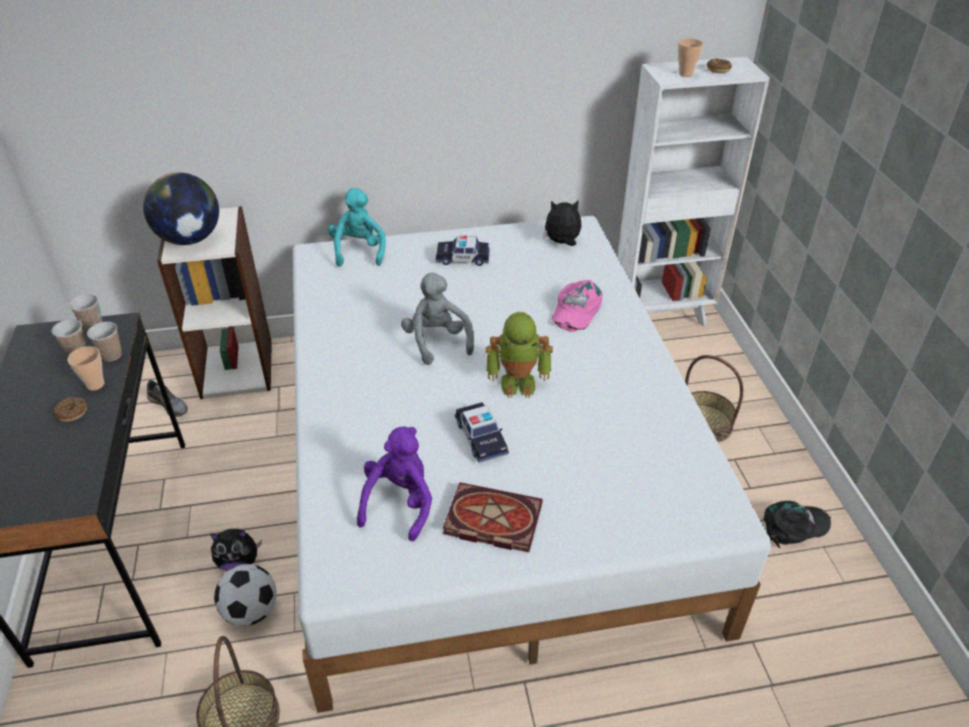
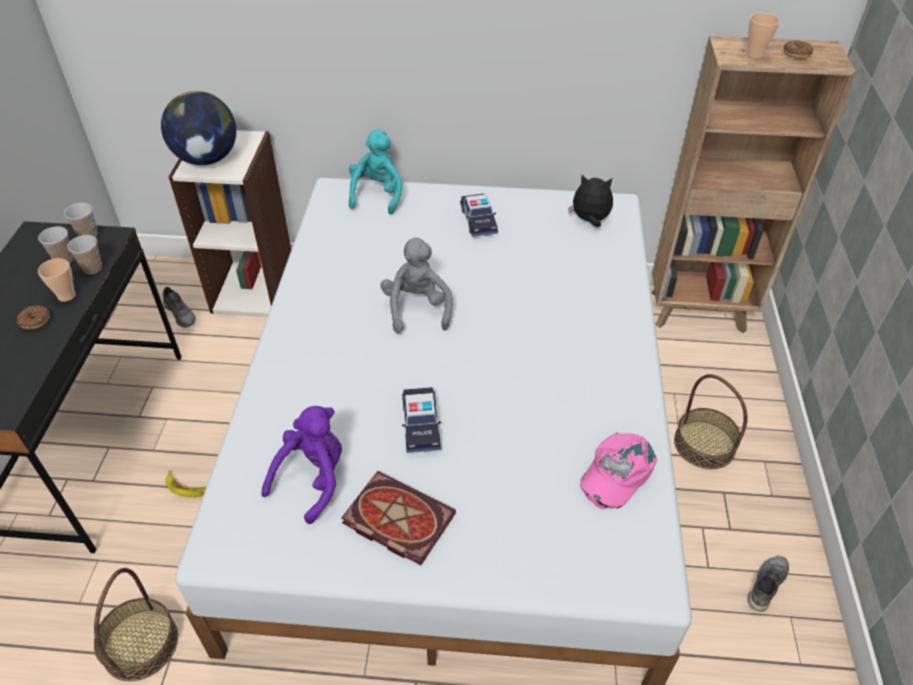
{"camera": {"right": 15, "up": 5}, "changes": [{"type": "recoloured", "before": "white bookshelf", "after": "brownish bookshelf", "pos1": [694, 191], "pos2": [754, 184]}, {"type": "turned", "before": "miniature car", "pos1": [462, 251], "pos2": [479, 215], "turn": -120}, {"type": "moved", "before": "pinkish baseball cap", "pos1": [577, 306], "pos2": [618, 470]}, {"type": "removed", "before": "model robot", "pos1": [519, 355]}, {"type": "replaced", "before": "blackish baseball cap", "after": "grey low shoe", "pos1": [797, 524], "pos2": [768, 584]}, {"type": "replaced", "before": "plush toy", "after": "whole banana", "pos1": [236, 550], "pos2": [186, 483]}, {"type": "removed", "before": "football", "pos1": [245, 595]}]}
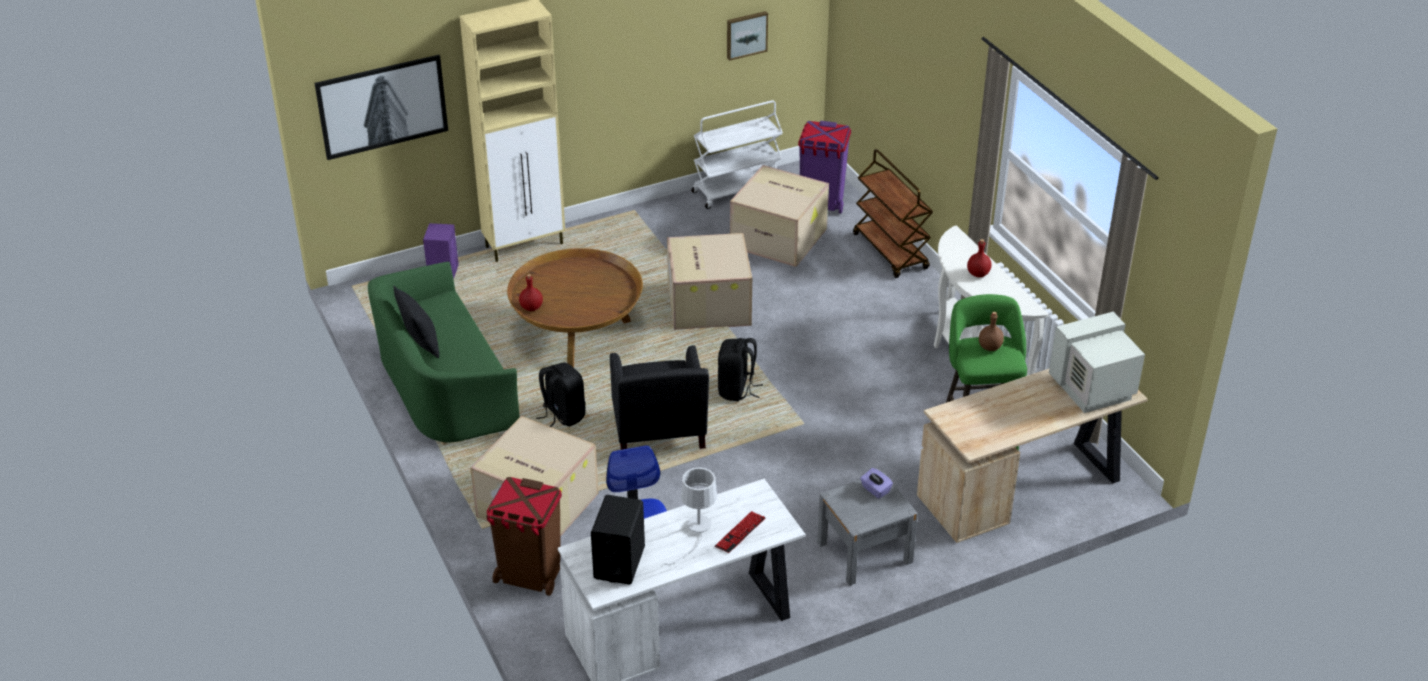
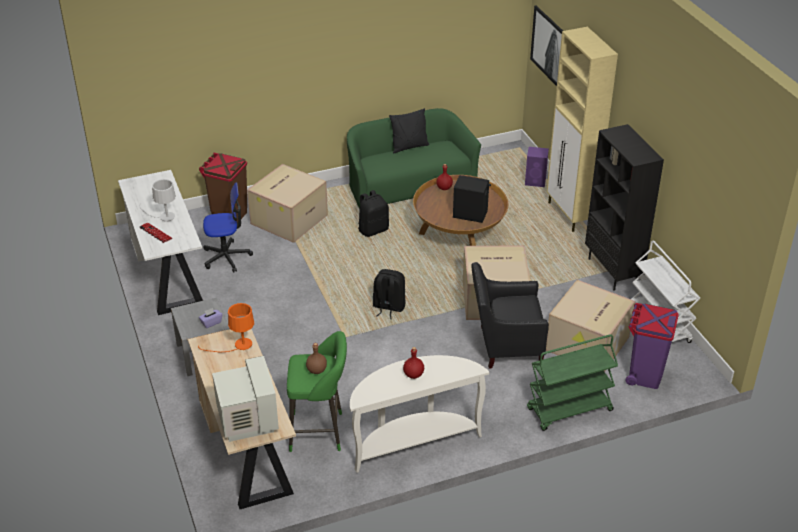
{"camera": {"right": 95, "up": 0}, "changes": [{"type": "removed", "before": "wall art", "pos1": [747, 36]}, {"type": "recoloured", "before": "brownish trolley", "after": "green trolley", "pos1": [893, 213], "pos2": [572, 382]}, {"type": "moved", "before": "blackish easy chair", "pos1": [659, 397], "pos2": [510, 315]}, {"type": "moved", "before": "blackish loudspeaker", "pos1": [618, 540], "pos2": [472, 199]}, {"type": "added", "after": "blackish bookshelf", "pos2": [624, 207]}, {"type": "added", "after": "orange-coloured table lamp", "pos2": [226, 327]}]}
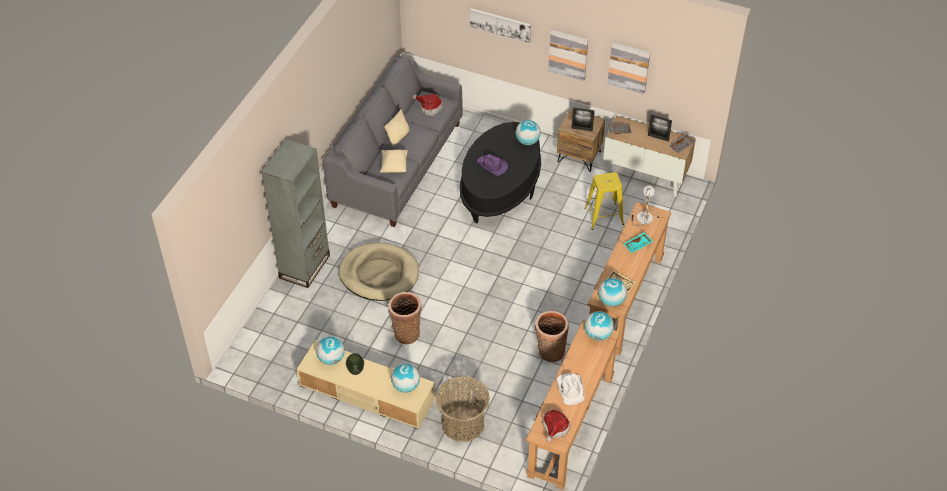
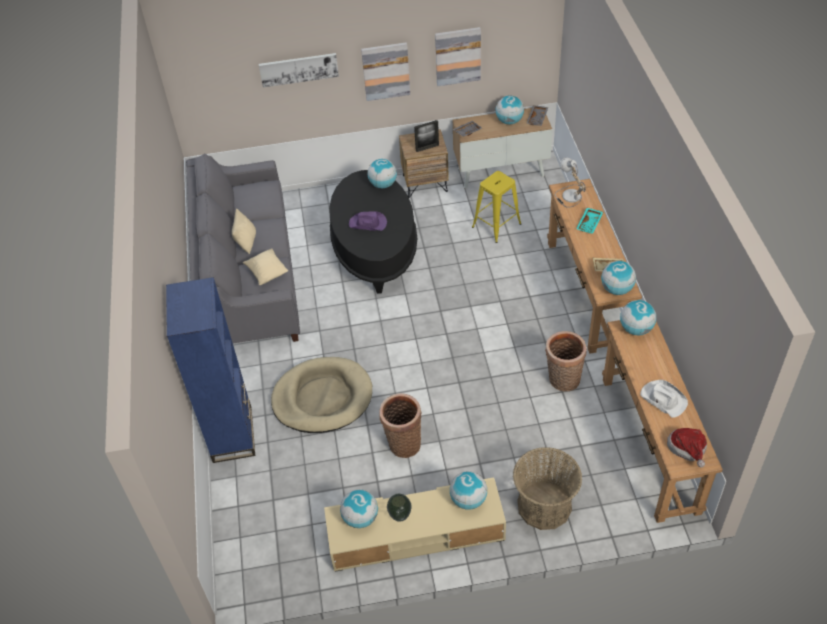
{"camera": {"right": -30, "up": 0}, "changes": [{"type": "removed", "before": "hat", "pos1": [427, 105]}, {"type": "replaced", "before": "photo frame", "after": "desk globe", "pos1": [660, 128], "pos2": [510, 109]}, {"type": "recoloured", "before": "grey bookshelf", "after": "blue-coloured bookshelf", "pos1": [295, 213], "pos2": [210, 370]}]}
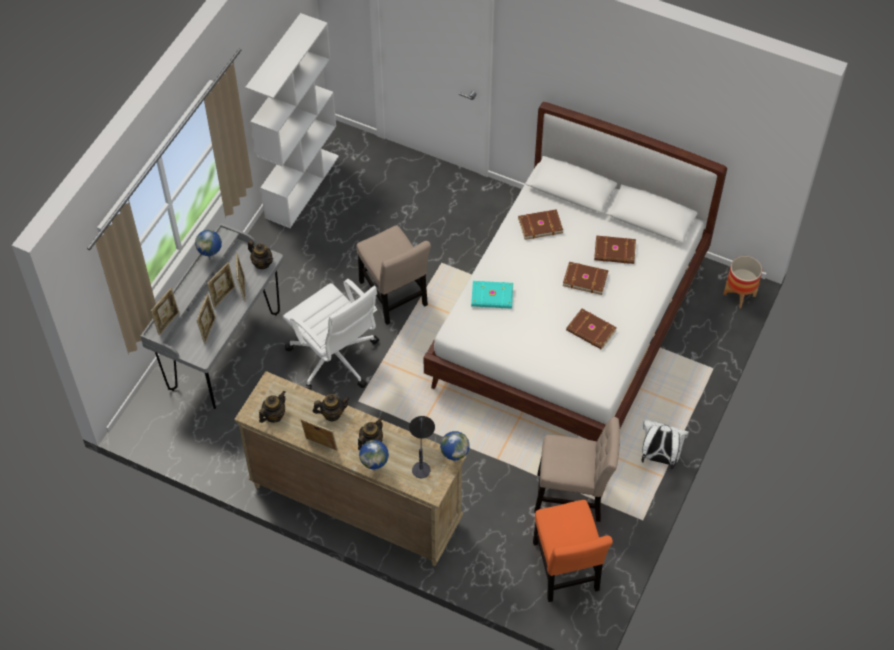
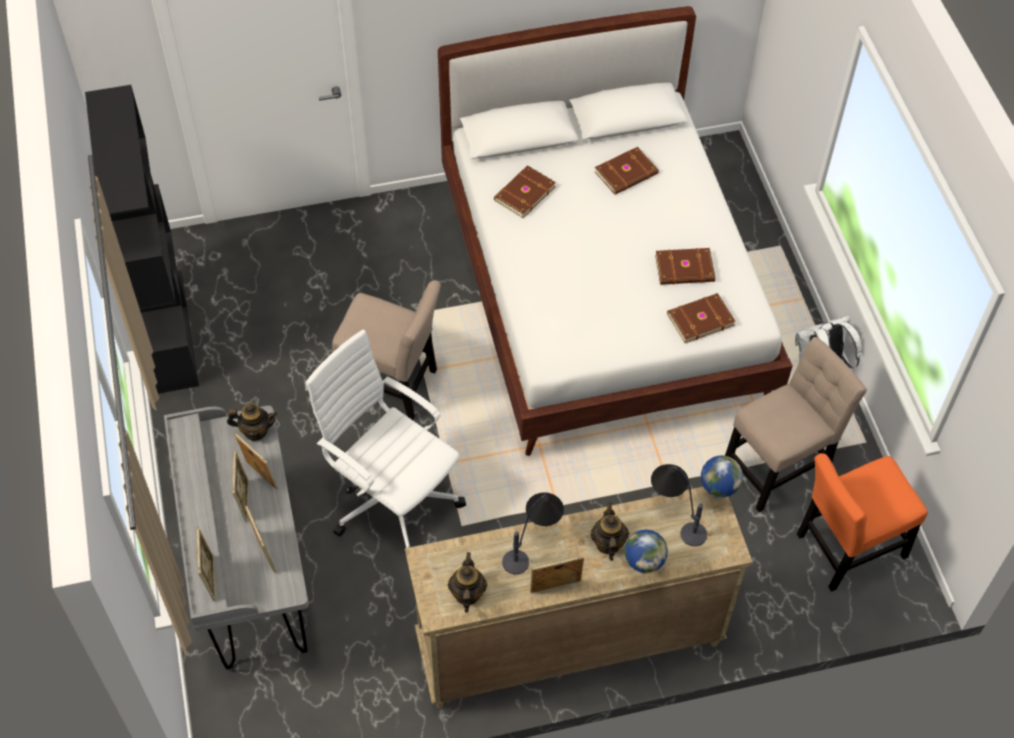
{"camera": {"right": -40, "up": 0}, "changes": [{"type": "recoloured", "before": "white bookshelf", "after": "blackish bookshelf", "pos1": [292, 120], "pos2": [142, 239]}, {"type": "removed", "before": "desk globe", "pos1": [208, 245]}, {"type": "removed", "before": "plant pot", "pos1": [742, 282]}, {"type": "moved", "before": "brownish volume", "pos1": [585, 278], "pos2": [701, 318]}, {"type": "turned", "before": "white office chair", "pos1": [331, 334], "pos2": [385, 442], "turn": -150}, {"type": "removed", "before": "turquoise volume", "pos1": [492, 295]}, {"type": "replaced", "before": "teapot", "after": "table lamp", "pos1": [331, 407], "pos2": [533, 533]}, {"type": "turned", "before": "orange-coloured plain chair", "pos1": [573, 551], "pos2": [862, 522], "turn": 120}]}
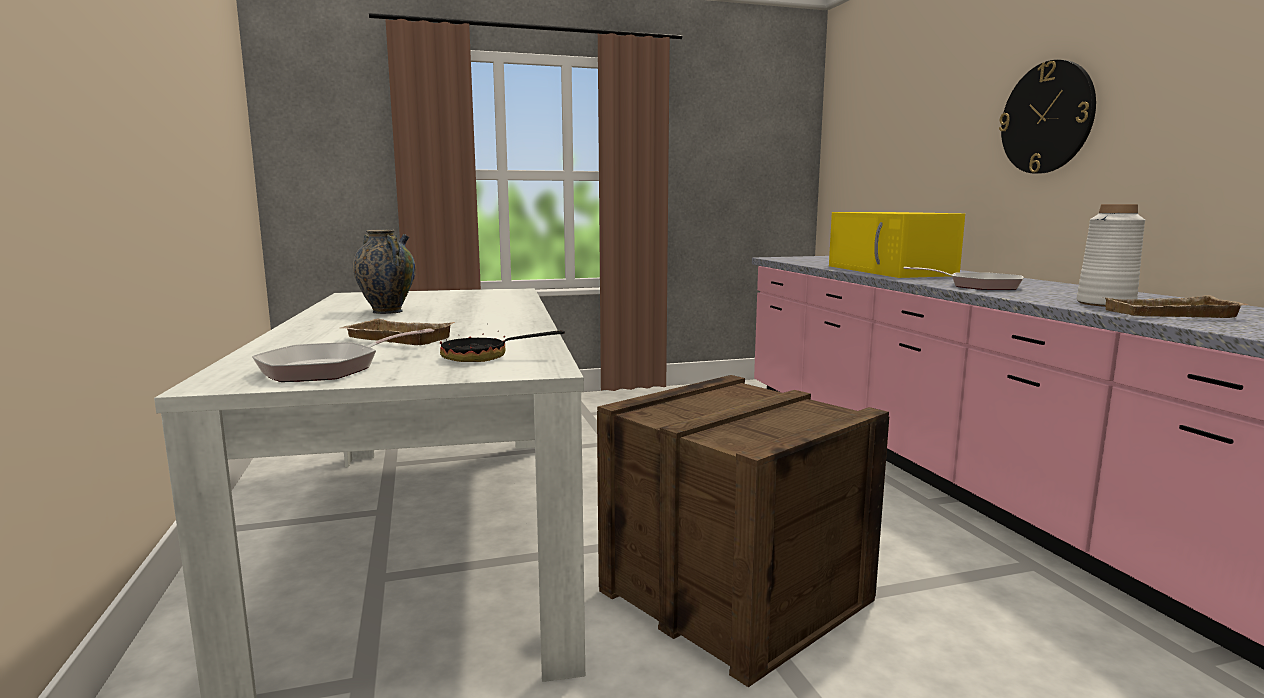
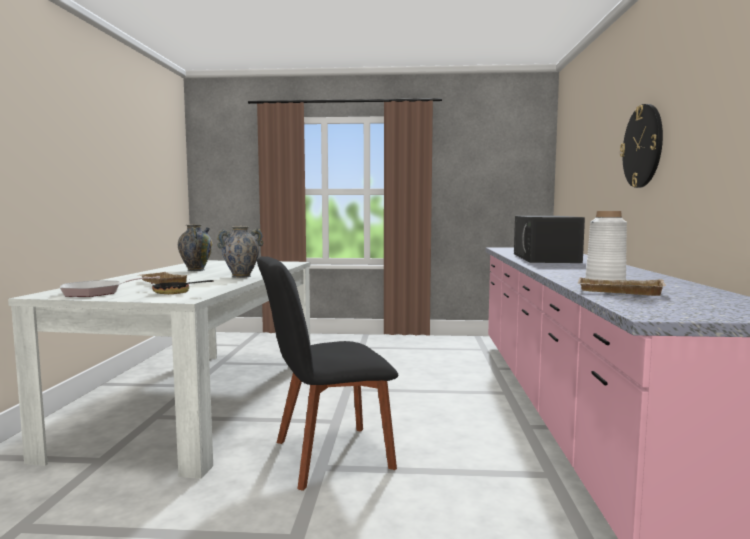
{"camera": {"right": 20, "up": -5}, "changes": [{"type": "recoloured", "before": "yellowish kitchen microwave", "after": "blackish kitchen microwave", "pos1": [897, 245], "pos2": [549, 239]}, {"type": "removed", "before": "frying pan", "pos1": [963, 278]}, {"type": "replaced", "before": "packing crate", "after": "blackish plain chair", "pos1": [743, 531], "pos2": [327, 373]}, {"type": "added", "after": "decorative vase", "pos2": [240, 252]}]}
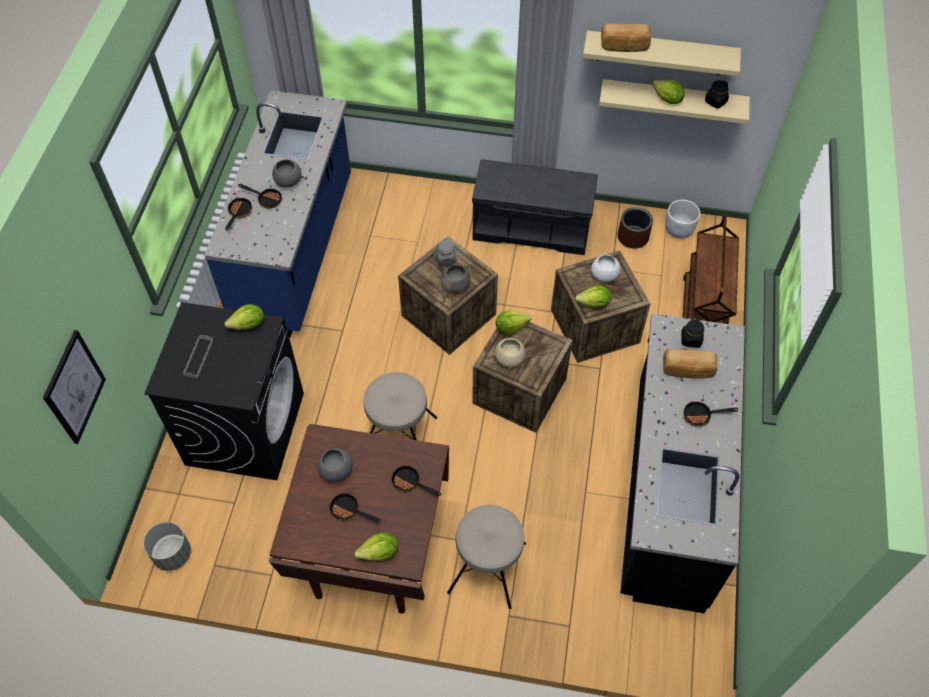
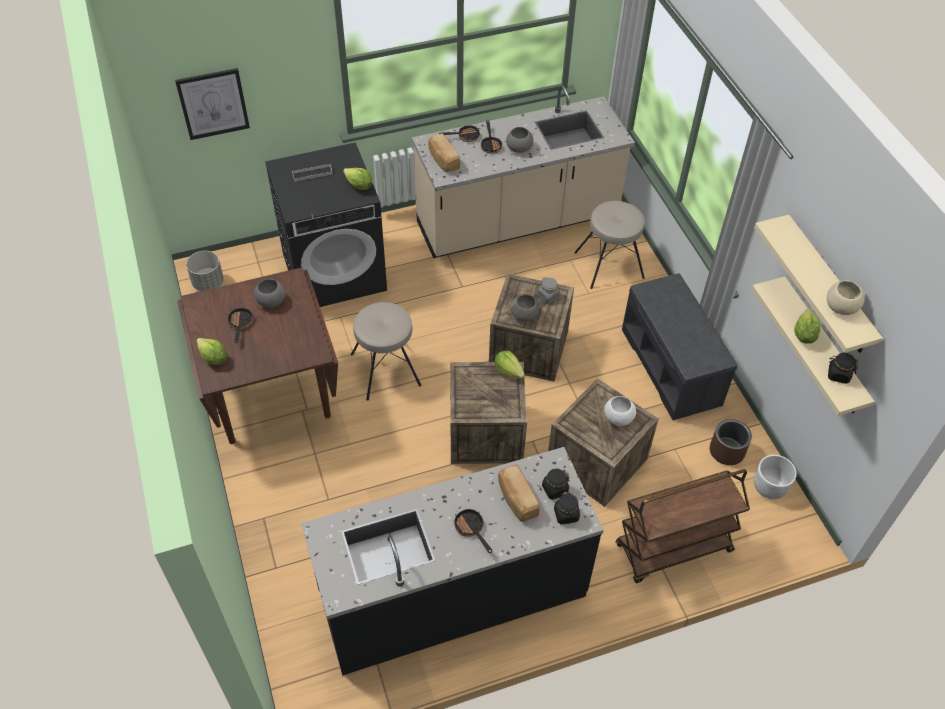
{"camera": {"right": 60, "up": -5}, "changes": [{"type": "moved", "before": "baked bread", "pos1": [626, 37], "pos2": [444, 153]}, {"type": "recoloured", "before": "blue-coloured counter", "after": "sand-coloured counter", "pos1": [277, 214], "pos2": [523, 171]}, {"type": "removed", "before": "lettuce", "pos1": [593, 296]}, {"type": "moved", "before": "sand-coloured serving bowl", "pos1": [510, 353], "pos2": [846, 298]}, {"type": "removed", "before": "frying pan", "pos1": [416, 480]}, {"type": "moved", "before": "sand-coloured stool seat", "pos1": [486, 557], "pos2": [609, 245]}, {"type": "added", "after": "blackish jar", "pos2": [567, 508]}]}
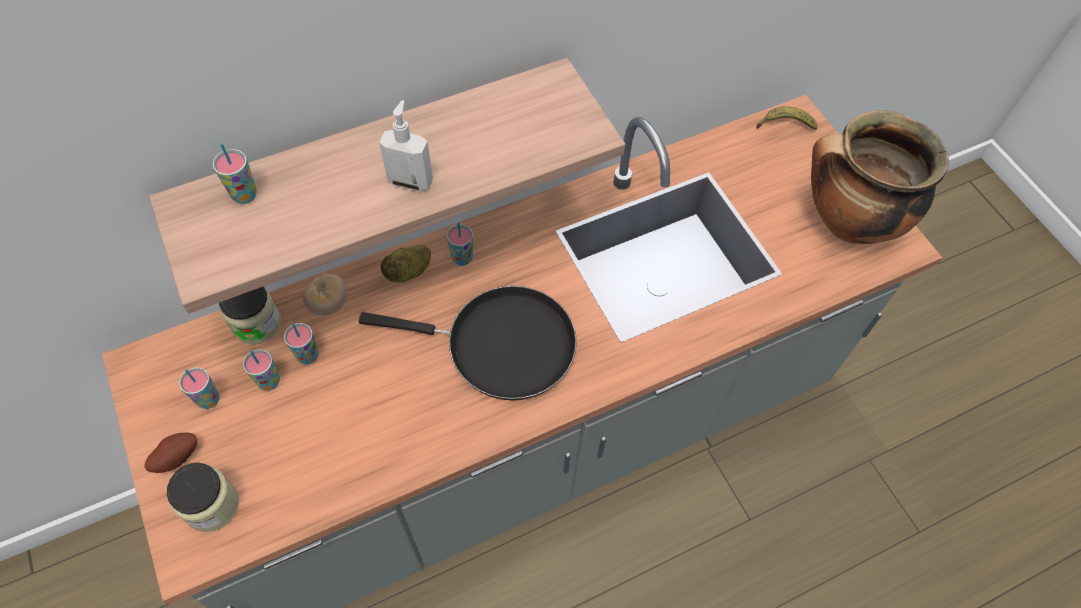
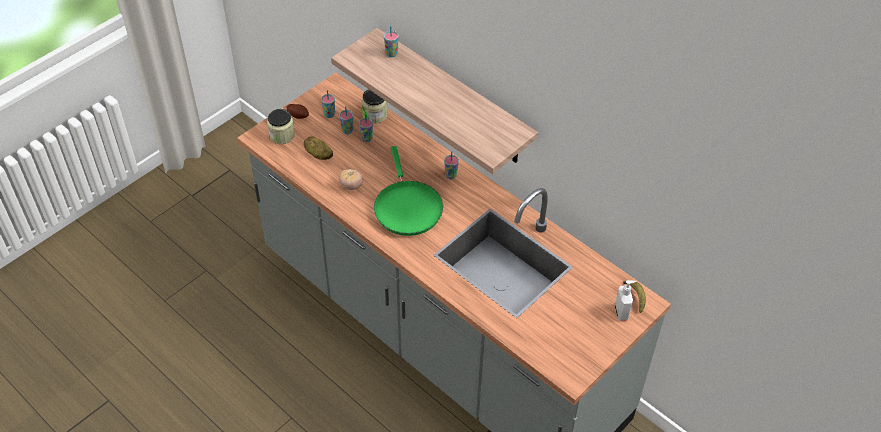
{"camera": {"right": 70, "up": -10}, "changes": [{"type": "moved", "before": "soap bottle", "pos1": [406, 145], "pos2": [625, 300]}, {"type": "removed", "before": "saucepot", "pos1": [880, 177]}, {"type": "moved", "before": "spud", "pos1": [406, 263], "pos2": [318, 148]}, {"type": "moved", "before": "fresh tomato", "pos1": [325, 295], "pos2": [351, 179]}, {"type": "recoloured", "before": "blackish frying pan", "after": "green frying pan", "pos1": [468, 343], "pos2": [408, 191]}]}
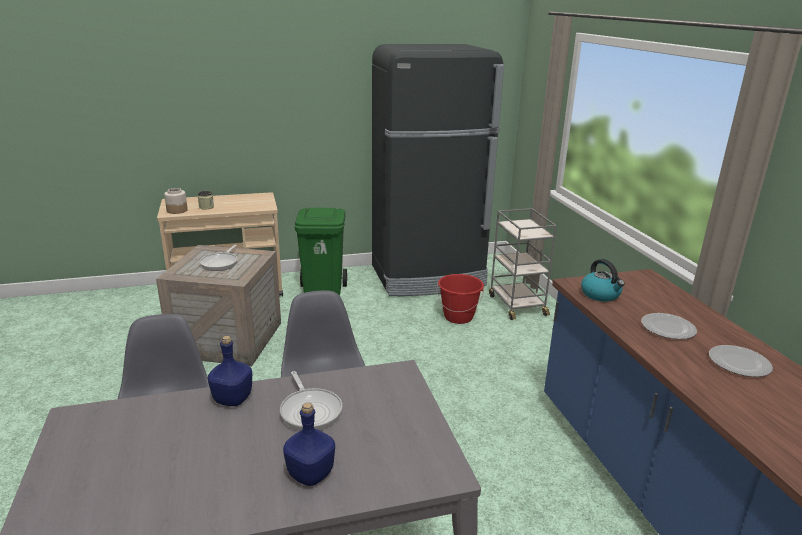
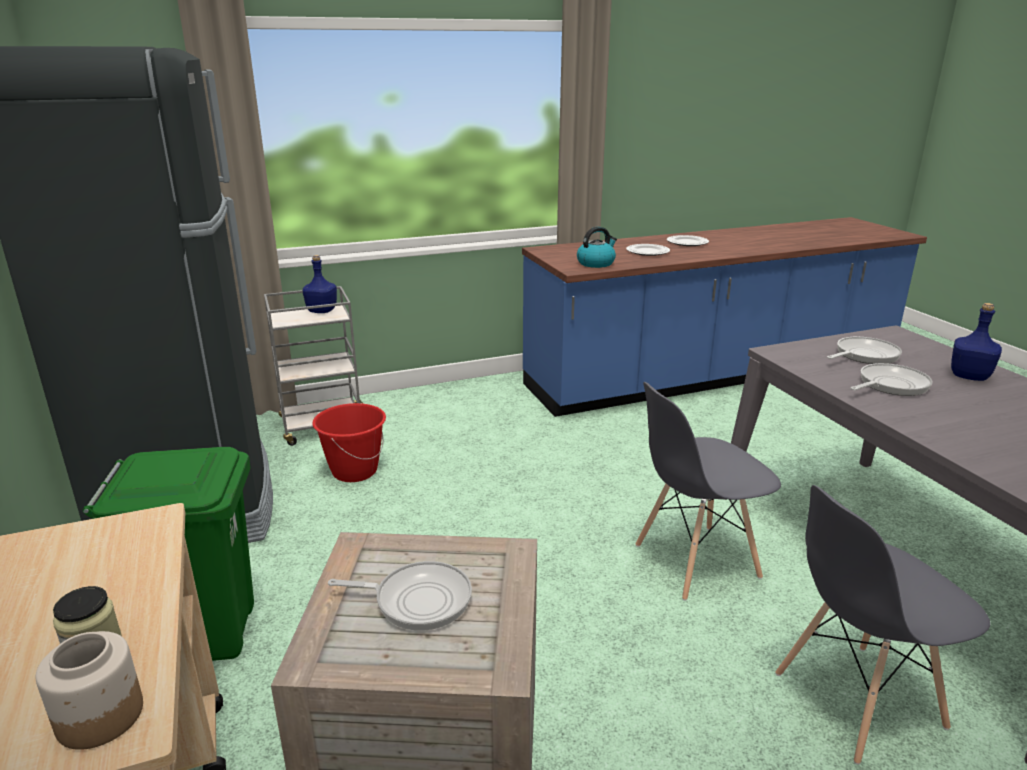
{"camera": {"right": -95, "up": 0}, "changes": [{"type": "moved", "before": "blue-coloured beverage bottle", "pos1": [230, 371], "pos2": [319, 284]}, {"type": "added", "after": "frying pan", "pos2": [864, 350]}]}
